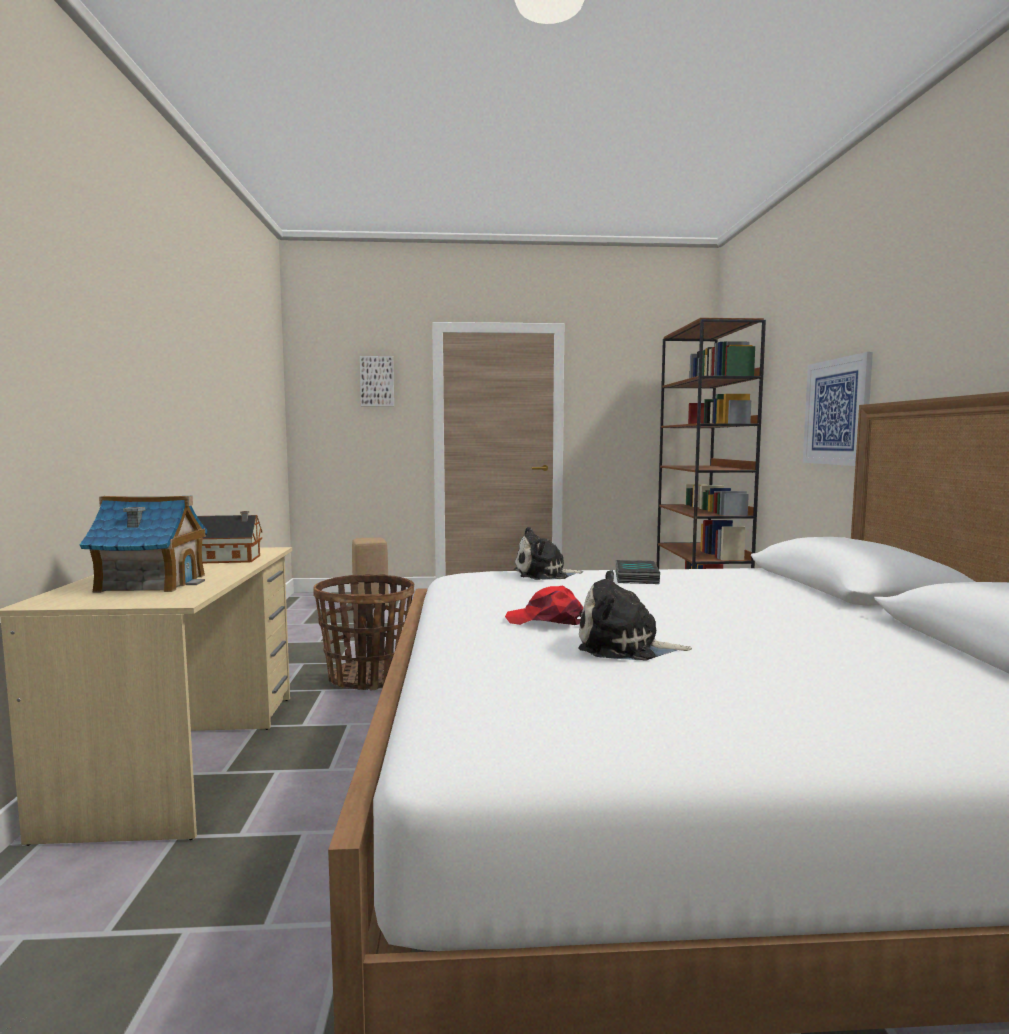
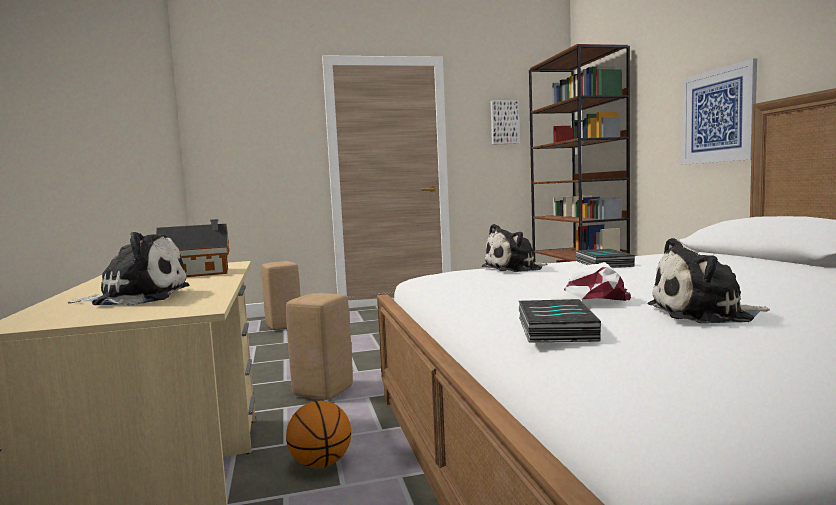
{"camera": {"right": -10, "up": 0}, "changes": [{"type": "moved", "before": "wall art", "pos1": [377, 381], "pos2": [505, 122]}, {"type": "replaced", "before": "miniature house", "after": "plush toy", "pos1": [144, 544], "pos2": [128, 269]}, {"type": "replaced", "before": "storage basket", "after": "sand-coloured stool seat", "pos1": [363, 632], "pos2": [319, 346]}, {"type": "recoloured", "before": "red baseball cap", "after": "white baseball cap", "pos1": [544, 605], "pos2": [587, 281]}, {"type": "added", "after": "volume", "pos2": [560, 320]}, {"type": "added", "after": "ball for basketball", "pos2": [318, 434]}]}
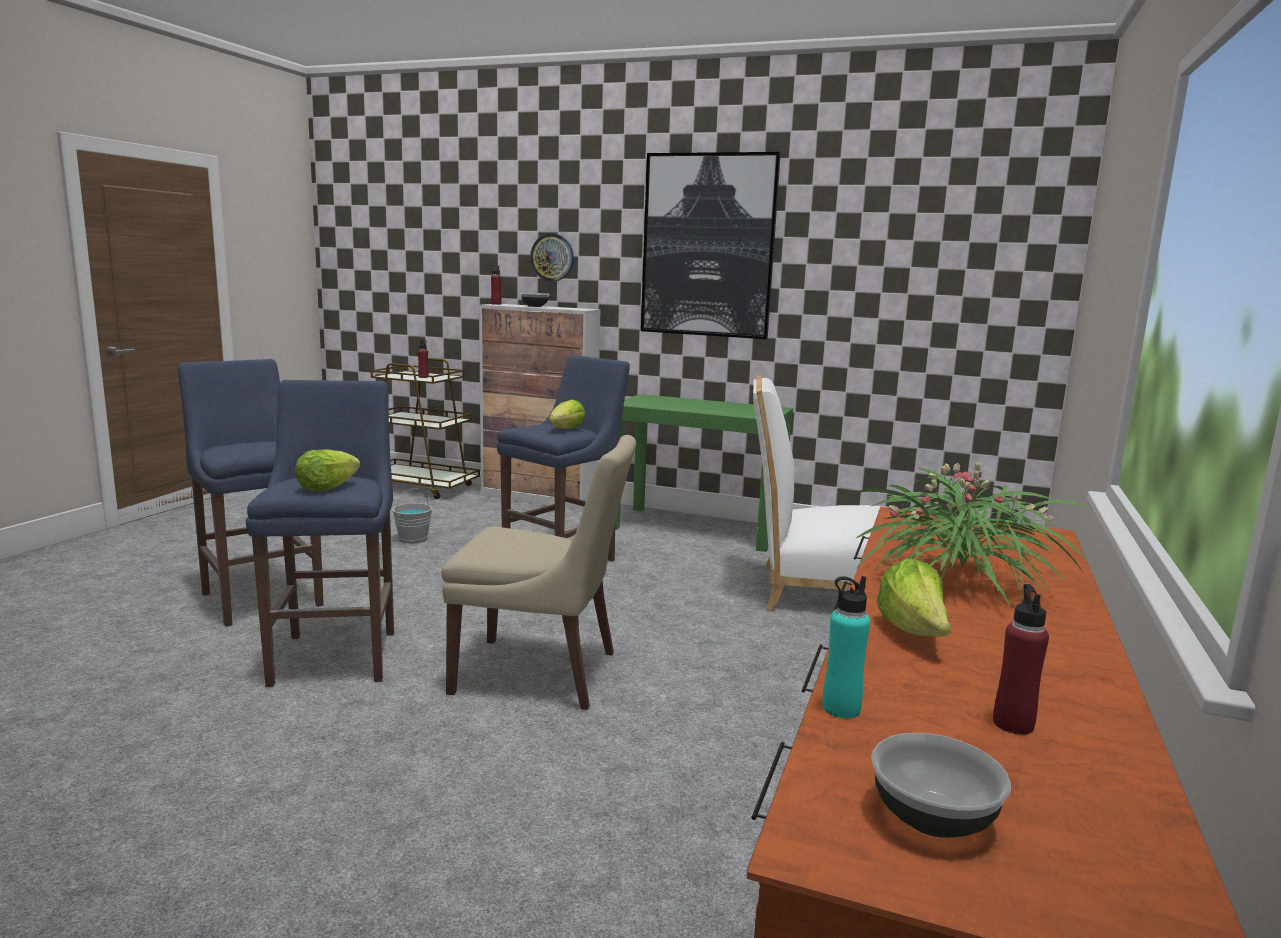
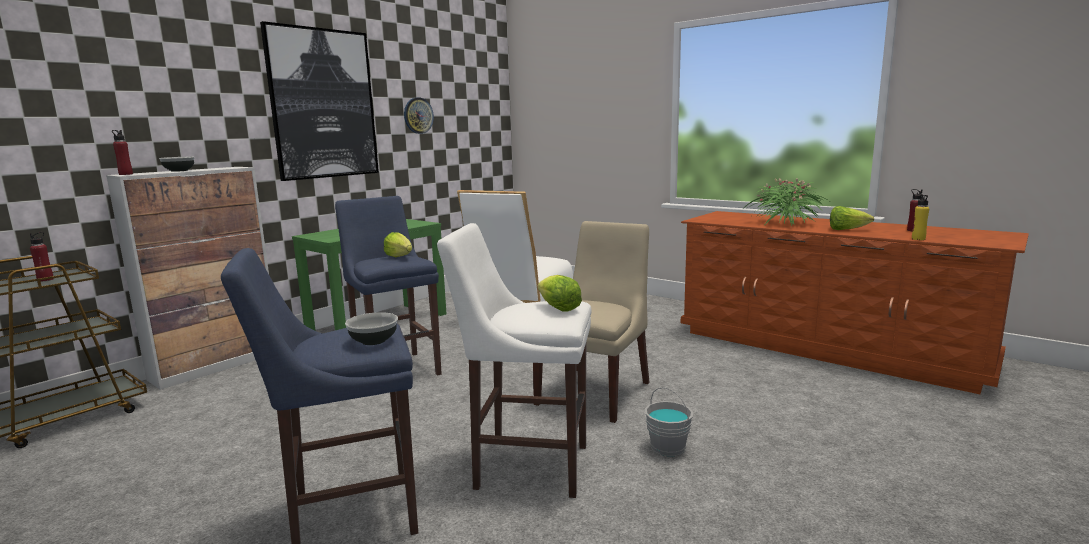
{"camera": {"right": -70, "up": 0}, "changes": [{"type": "moved", "before": "hanging clock", "pos1": [552, 257], "pos2": [419, 115]}, {"type": "recoloured", "before": "blue-coloured stool seat", "after": "white stool seat", "pos1": [320, 533], "pos2": [514, 360]}, {"type": "moved", "before": "grey water bucket", "pos1": [412, 516], "pos2": [669, 421]}, {"type": "recoloured", "before": "turquoise beverage bottle", "after": "yellowish beverage bottle", "pos1": [846, 647], "pos2": [920, 217]}, {"type": "moved", "before": "serving bowl", "pos1": [941, 785], "pos2": [371, 328]}]}
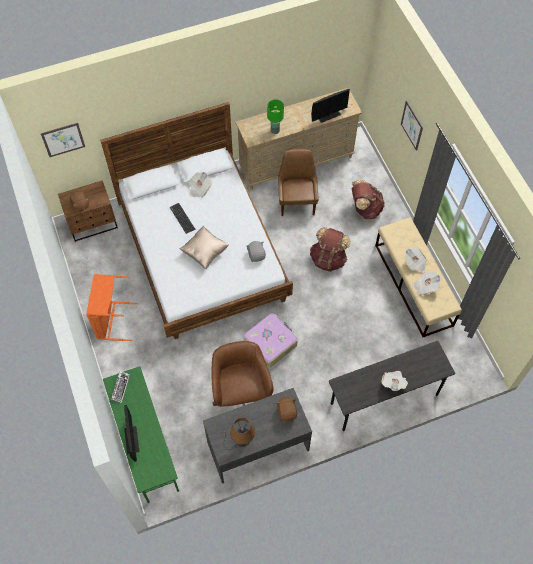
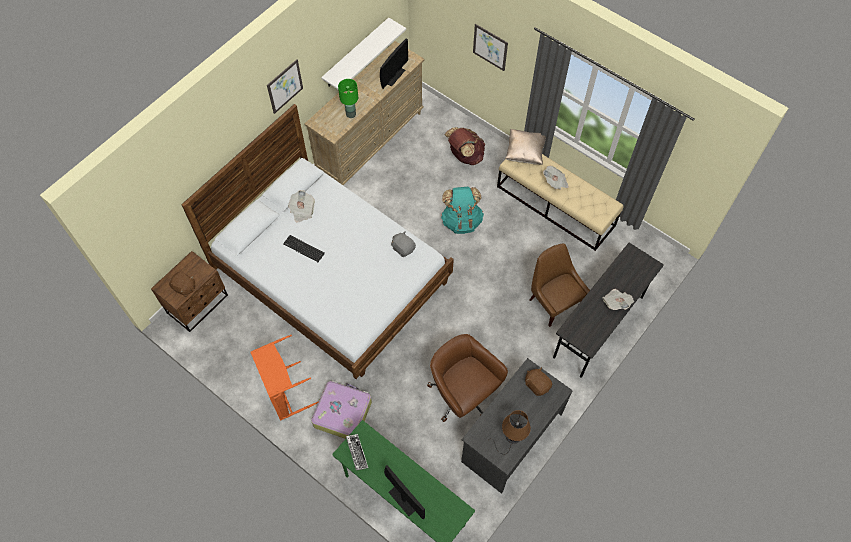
{"camera": {"right": -30, "up": 0}, "changes": [{"type": "moved", "before": "wall art", "pos1": [63, 140], "pos2": [285, 86]}, {"type": "moved", "before": "brownish plain chair", "pos1": [298, 182], "pos2": [560, 285]}, {"type": "moved", "before": "sand-coloured throw pillow", "pos1": [204, 247], "pos2": [525, 147]}, {"type": "recoloured", "before": "brownish rucksack", "after": "turquoise rucksack", "pos1": [330, 249], "pos2": [462, 210]}, {"type": "removed", "before": "daily paper", "pos1": [426, 283]}, {"type": "moved", "before": "suitcase", "pos1": [271, 340], "pos2": [341, 410]}, {"type": "added", "after": "white bracket shelf", "pos2": [363, 53]}]}
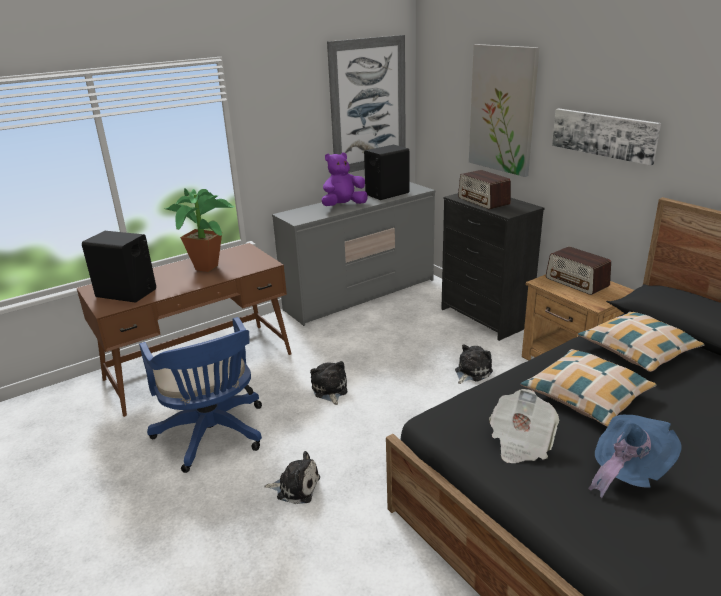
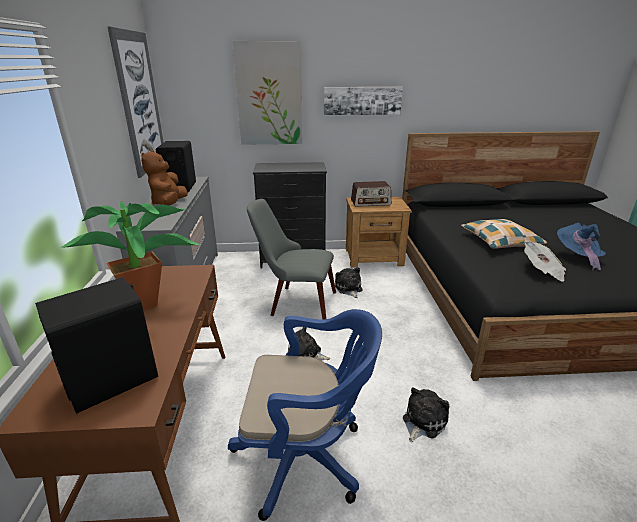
{"camera": {"right": -60, "up": 0}, "changes": [{"type": "recoloured", "before": "purple plush toy", "after": "brownish plush toy", "pos1": [345, 179], "pos2": [164, 177]}, {"type": "removed", "before": "radio receiver", "pos1": [484, 189]}, {"type": "removed", "before": "throw pillow", "pos1": [641, 342]}, {"type": "added", "after": "grey plain chair", "pos2": [291, 259]}]}
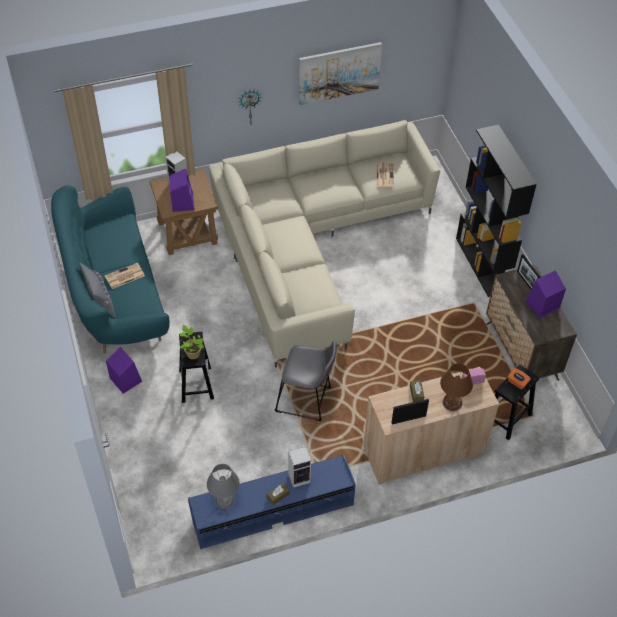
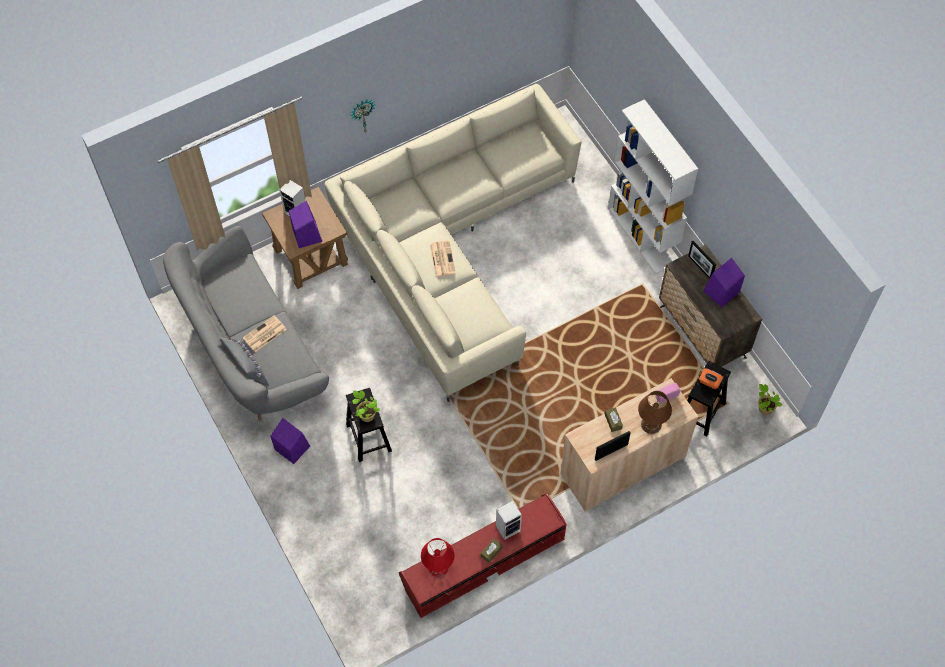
{"camera": {"right": -10, "up": 10}, "changes": [{"type": "removed", "before": "wall art", "pos1": [340, 73]}, {"type": "recoloured", "before": "blackish bookshelf", "after": "white bookshelf", "pos1": [496, 211], "pos2": [653, 186]}, {"type": "moved", "before": "daily paper", "pos1": [385, 174], "pos2": [443, 258]}, {"type": "recoloured", "before": "turquoise couch", "after": "grey couch", "pos1": [110, 269], "pos2": [246, 323]}, {"type": "removed", "before": "grey stool seat", "pos1": [306, 381]}, {"type": "recoloured", "before": "blue-coloured tv unit", "after": "red tv unit", "pos1": [272, 501], "pos2": [482, 555]}, {"type": "recoloured", "before": "grey table lamp", "after": "red table lamp", "pos1": [223, 486], "pos2": [438, 557]}, {"type": "added", "after": "houseplant", "pos2": [770, 399]}]}
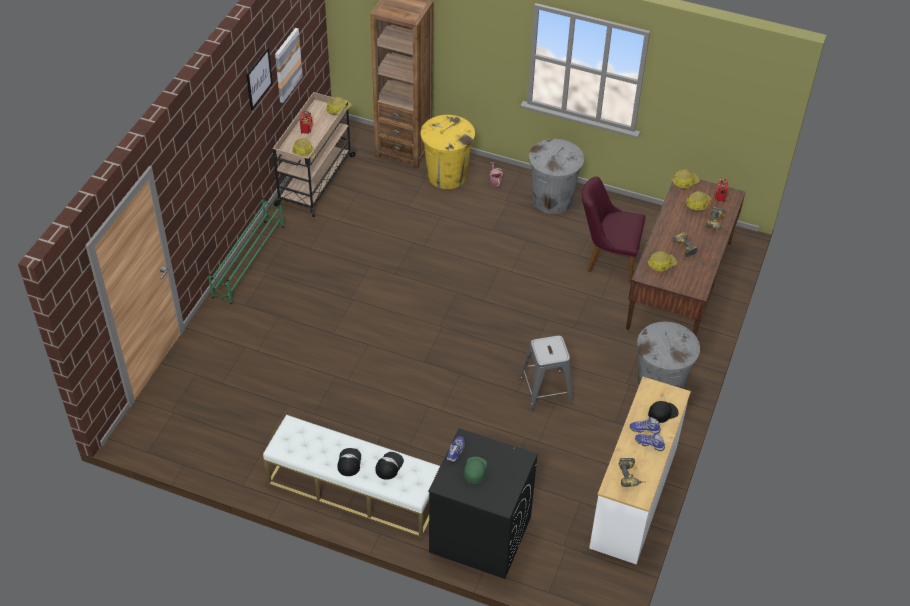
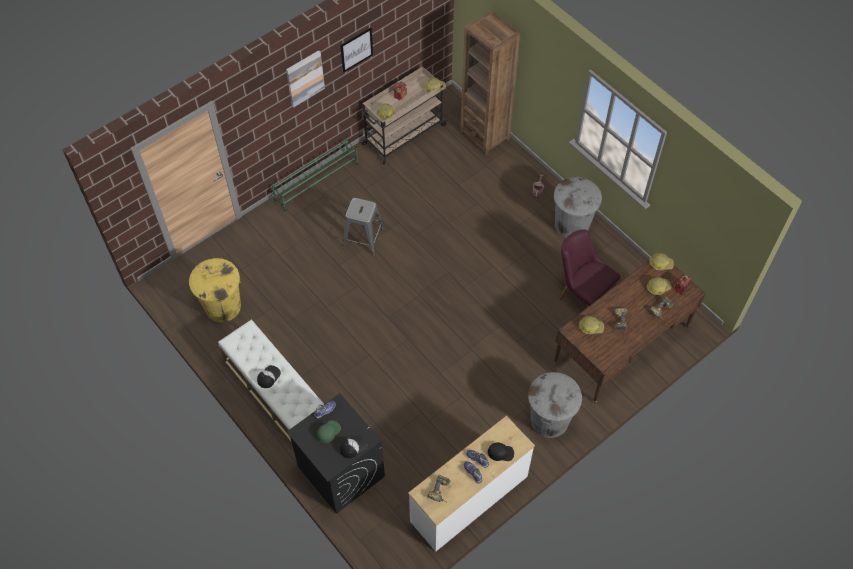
{"camera": {"right": 30, "up": 10}, "changes": [{"type": "moved", "before": "wall art", "pos1": [289, 65], "pos2": [305, 78]}, {"type": "moved", "before": "yellowish trash can", "pos1": [448, 152], "pos2": [215, 290]}, {"type": "moved", "before": "grey stool seat", "pos1": [546, 374], "pos2": [363, 227]}, {"type": "moved", "before": "baseball cap", "pos1": [390, 466], "pos2": [353, 446]}]}
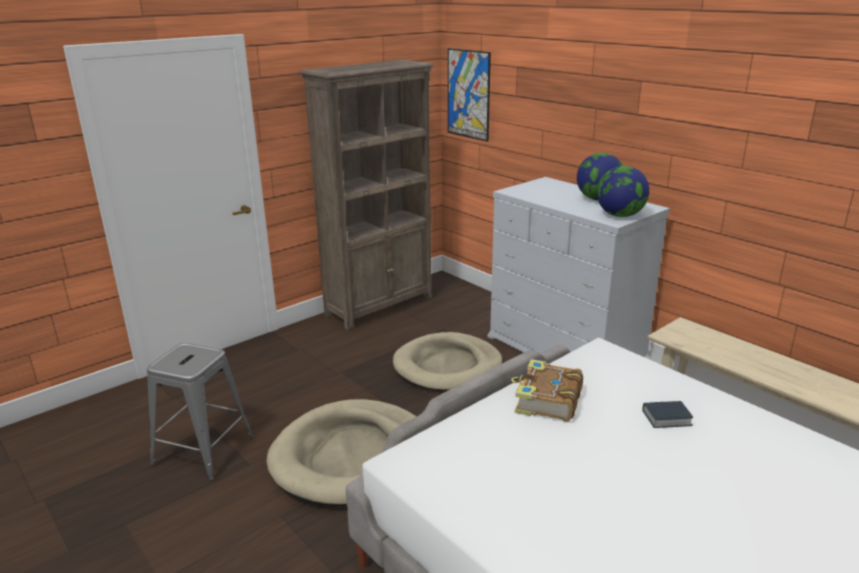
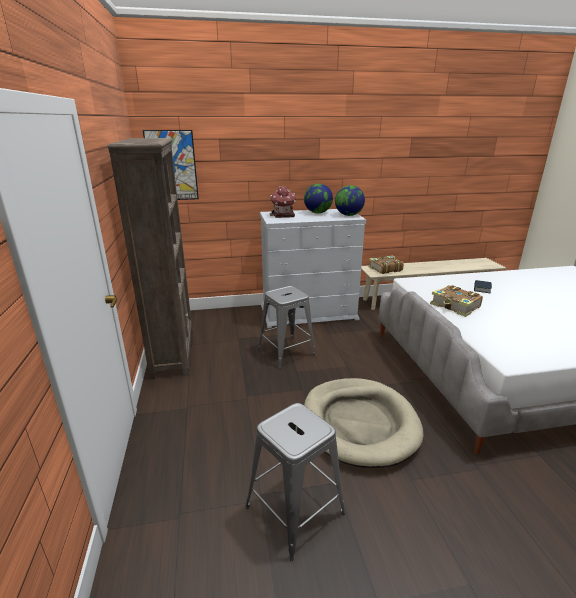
{"camera": {"right": -60, "up": 0}, "changes": [{"type": "replaced", "before": "sand-coloured dog cushion", "after": "grey stool seat", "pos1": [447, 362], "pos2": [287, 327]}, {"type": "added", "after": "miniature house", "pos2": [283, 202]}, {"type": "added", "after": "volume", "pos2": [386, 264]}]}
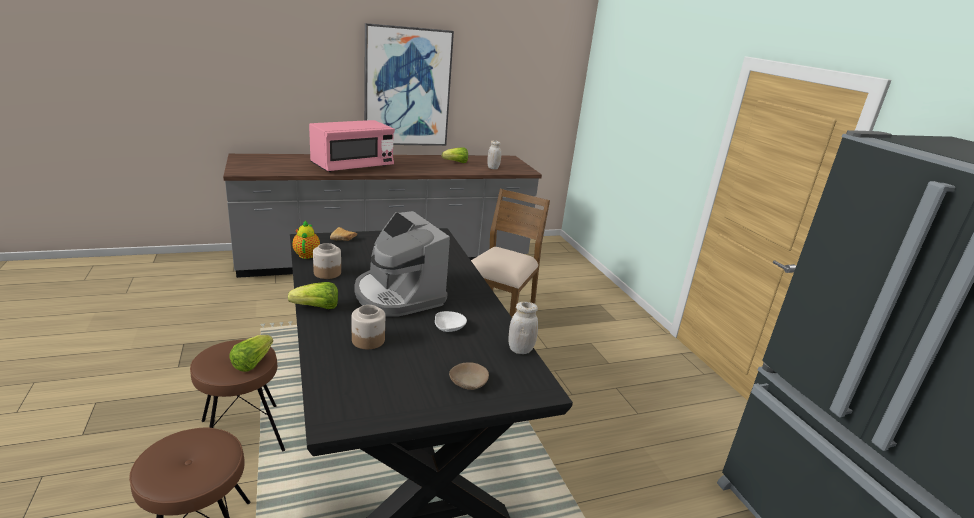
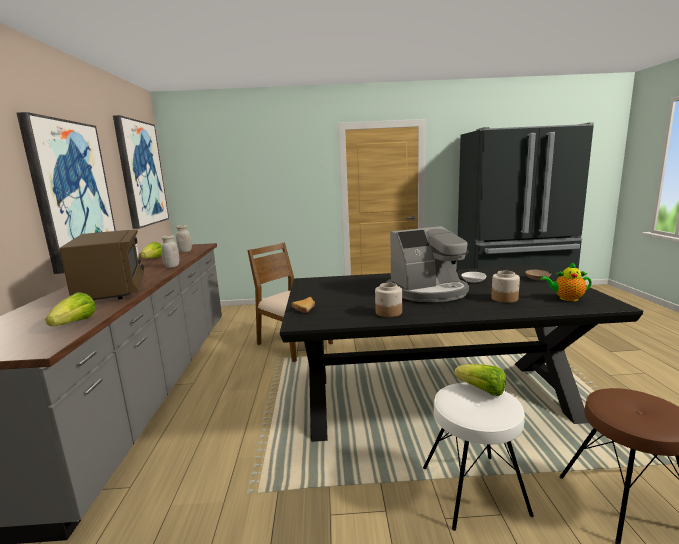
{"camera": {"right": -70, "up": -10}, "changes": [{"type": "recoloured", "before": "pinkish kitchen microwave", "after": "brownish kitchen microwave", "pos1": [352, 146], "pos2": [101, 264]}, {"type": "moved", "before": "teapot", "pos1": [306, 239], "pos2": [566, 281]}, {"type": "moved", "before": "lettuce", "pos1": [313, 295], "pos2": [71, 309]}, {"type": "moved", "before": "white jar", "pos1": [523, 328], "pos2": [170, 251]}, {"type": "recoloured", "before": "brownish stool seat", "after": "white stool seat", "pos1": [237, 395], "pos2": [478, 456]}, {"type": "added", "after": "wall art", "pos2": [141, 172]}]}
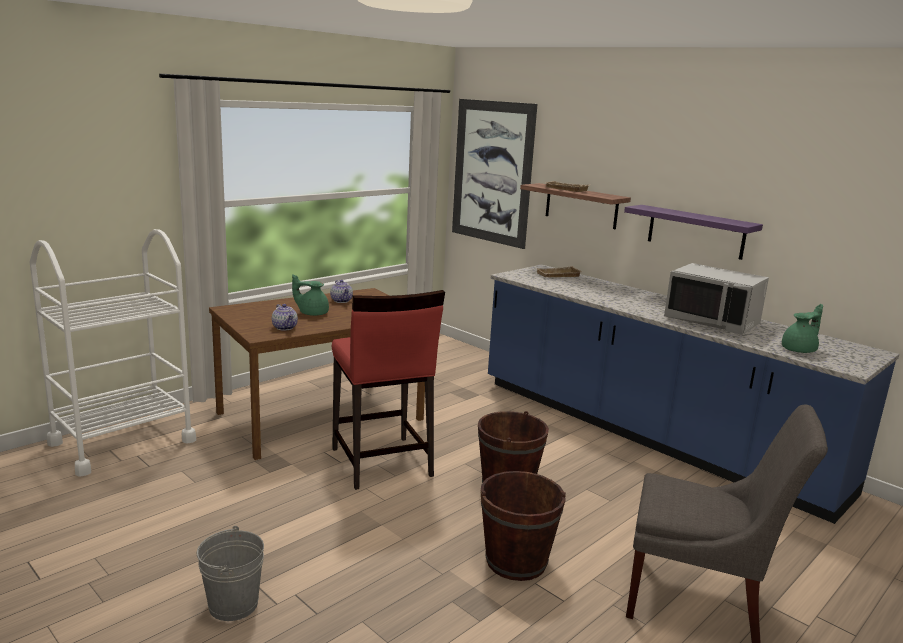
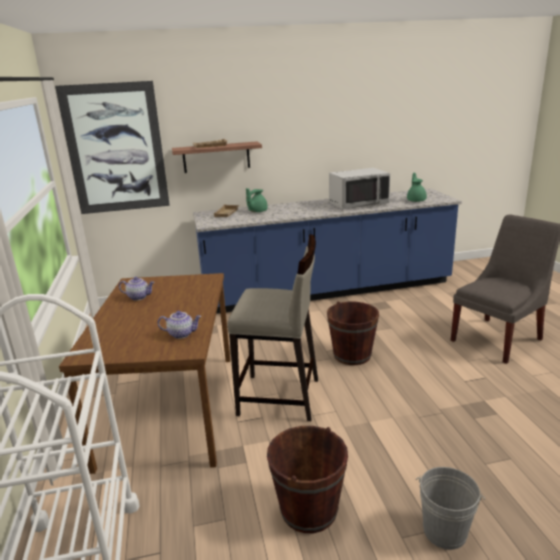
{"camera": {"right": -55, "up": 5}, "changes": [{"type": "removed", "before": "purple bracket shelf", "pos1": [693, 232]}, {"type": "moved", "before": "green teapot", "pos1": [310, 295], "pos2": [256, 200]}, {"type": "recoloured", "before": "red stool seat", "after": "sand-coloured stool seat", "pos1": [388, 390], "pos2": [272, 327]}, {"type": "moved", "before": "brownish water bucket", "pos1": [523, 526], "pos2": [307, 479]}]}
